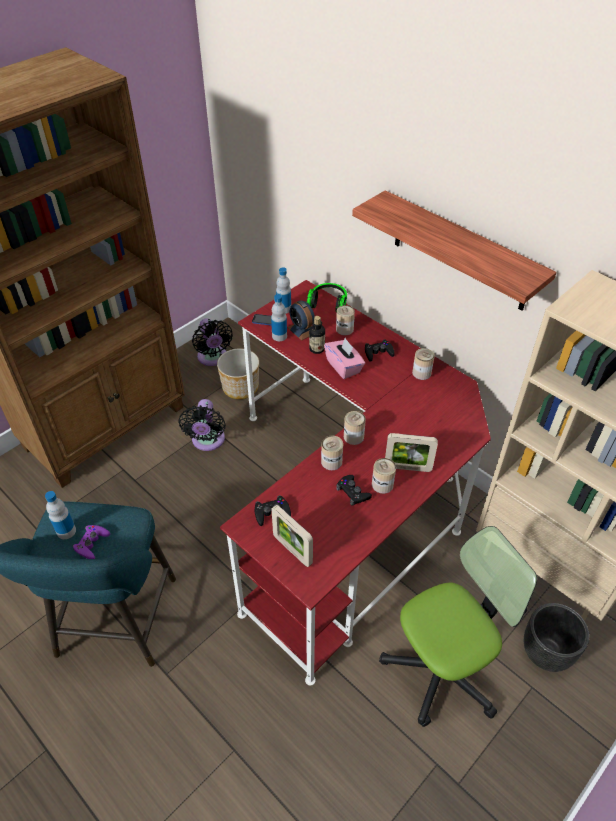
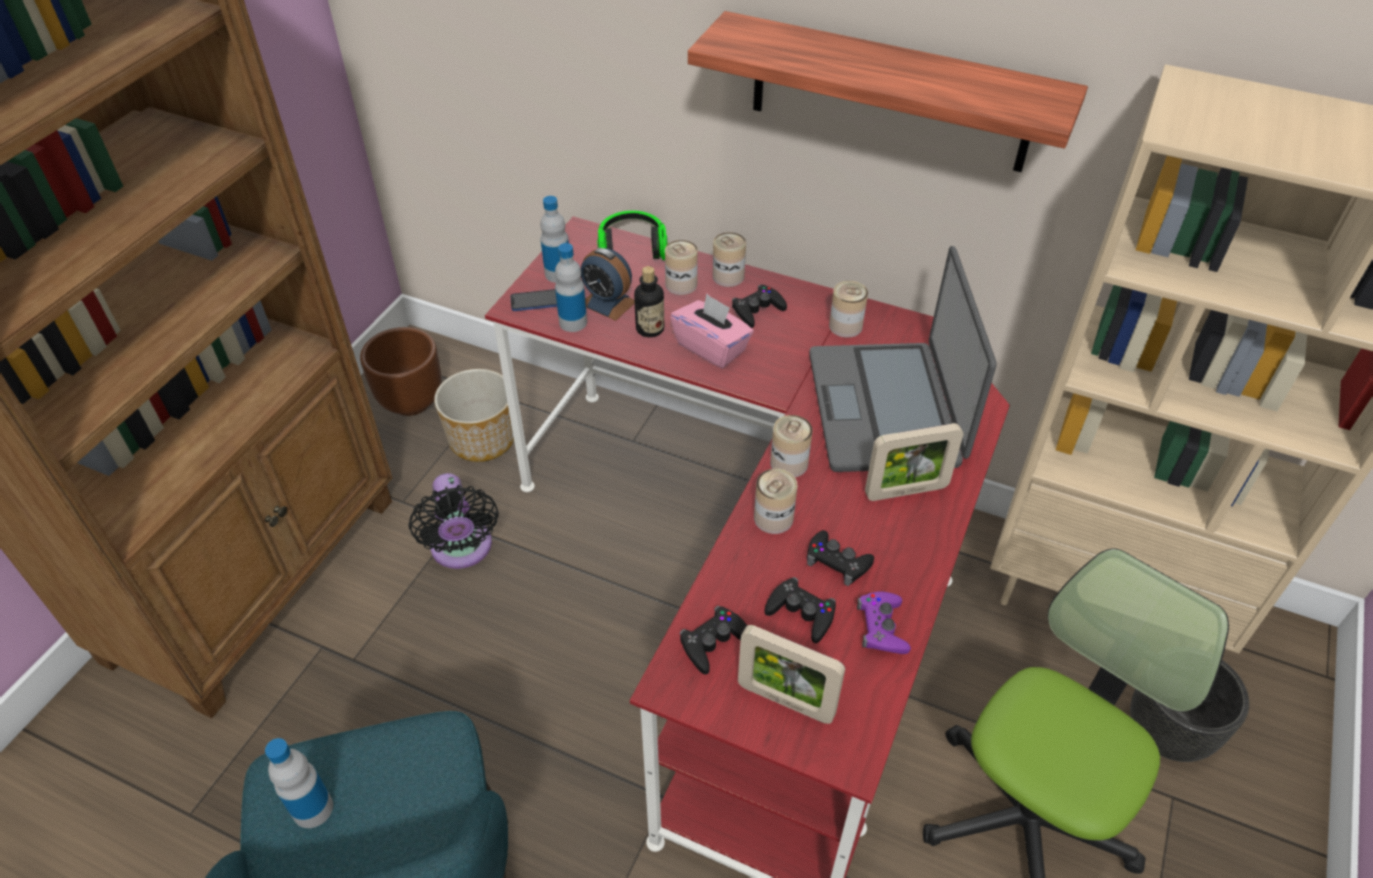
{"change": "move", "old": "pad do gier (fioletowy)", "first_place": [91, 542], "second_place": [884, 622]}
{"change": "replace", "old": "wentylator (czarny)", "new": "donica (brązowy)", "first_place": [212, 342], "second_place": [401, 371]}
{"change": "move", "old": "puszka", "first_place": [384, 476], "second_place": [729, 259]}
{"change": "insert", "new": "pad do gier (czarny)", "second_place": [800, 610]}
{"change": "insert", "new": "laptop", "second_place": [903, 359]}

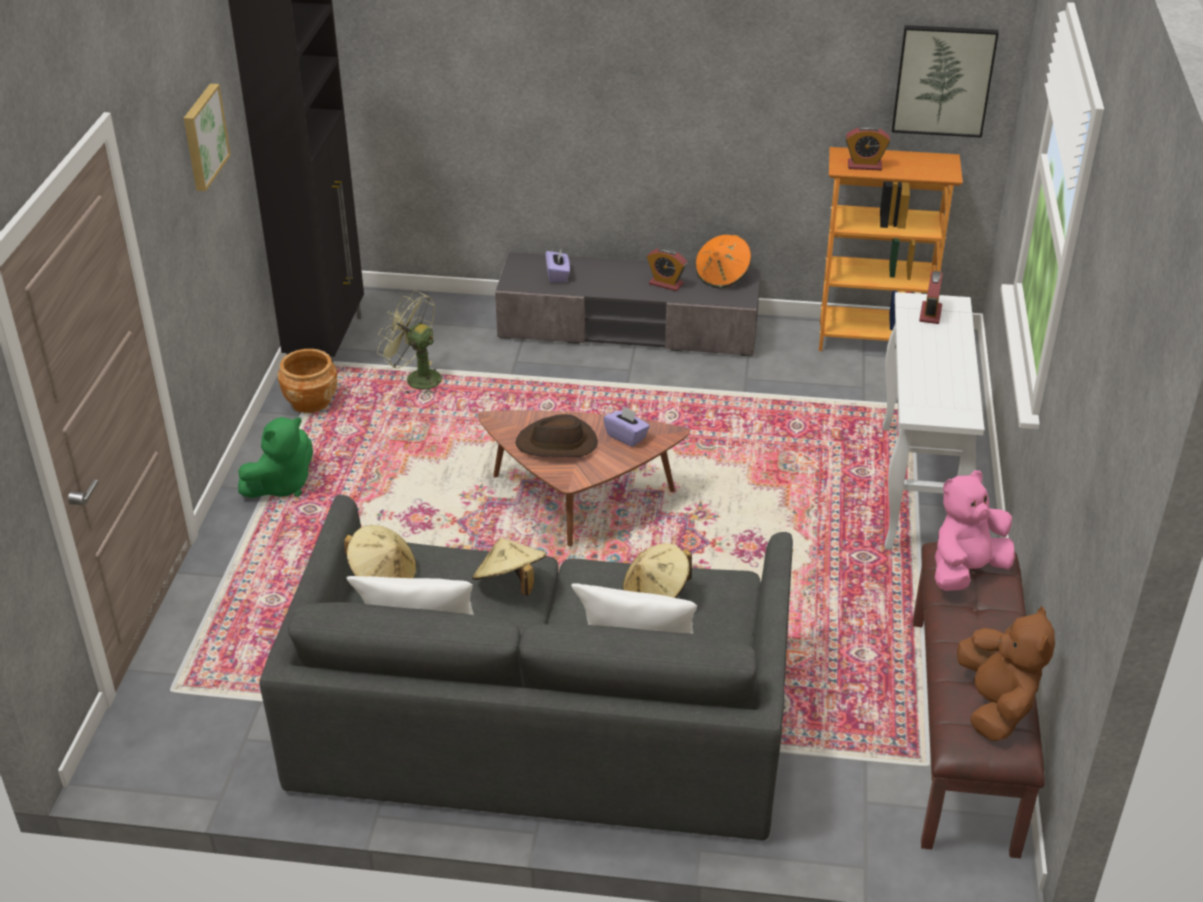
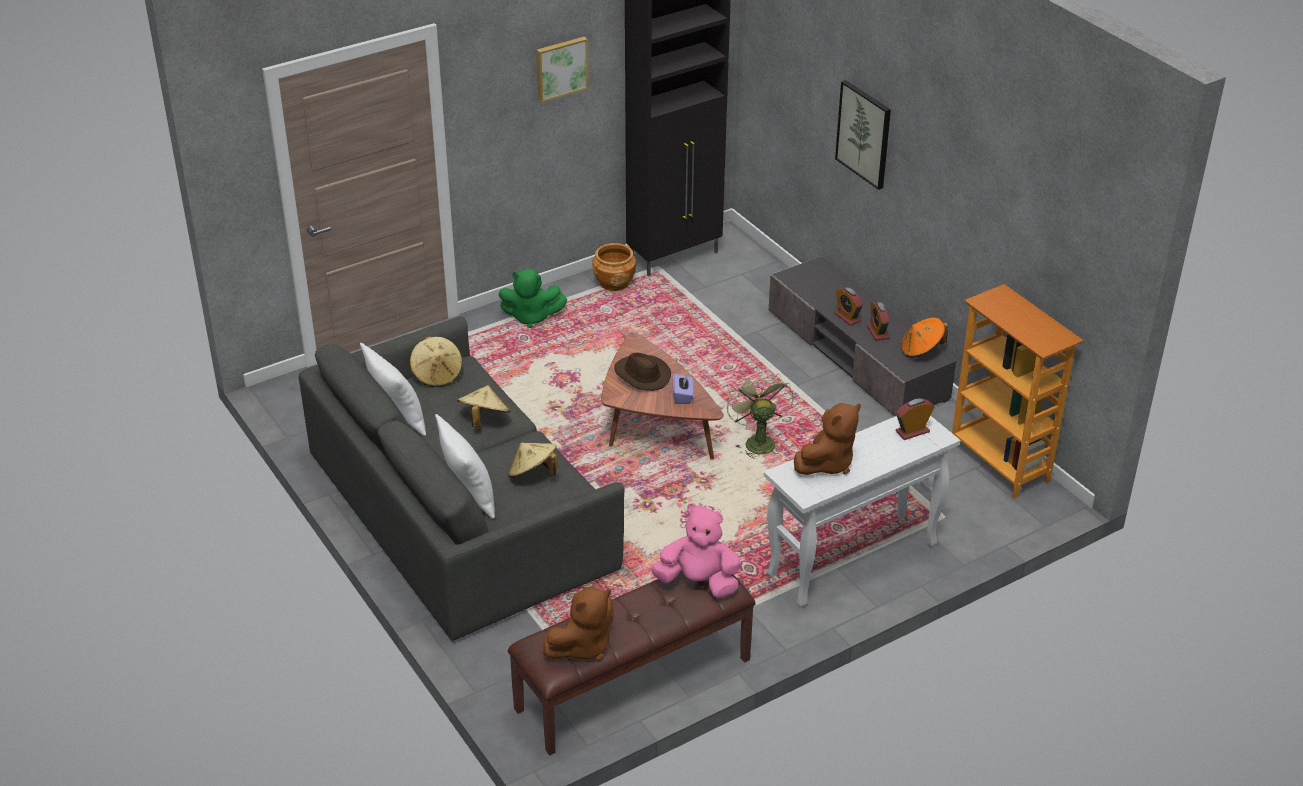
{"change": "move", "old": "wentylator (zielony)", "first_place": [409, 344], "second_place": [760, 415]}
{"change": "delete", "old": "pudełko chusteczek (fioletowy)", "first_place": [558, 266]}
{"change": "move", "old": "budzik", "first_place": [868, 148], "second_place": [848, 306]}
{"change": "move", "old": "obraz", "first_place": [945, 81], "second_place": [863, 135]}
{"change": "insert", "new": "pluszak (brązowy)", "second_place": [827, 439]}

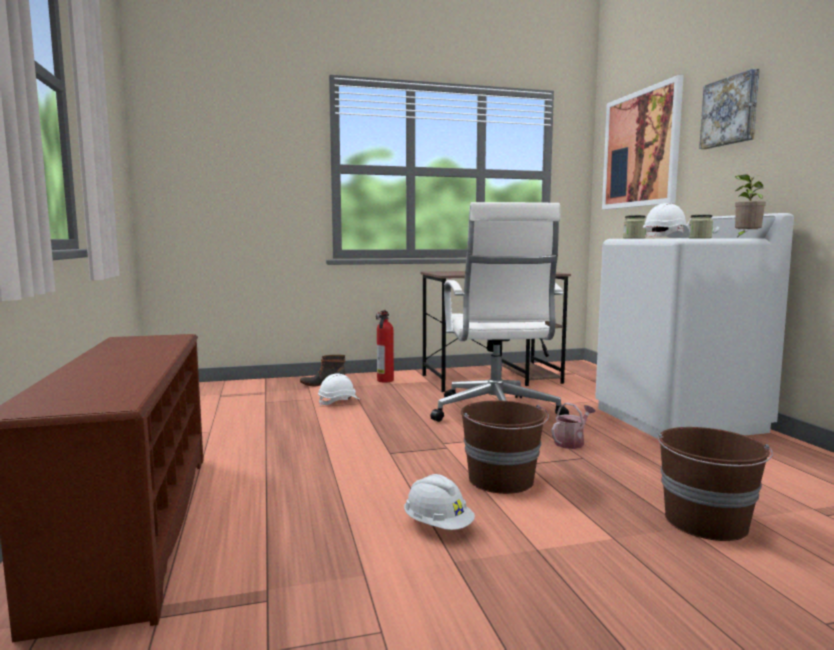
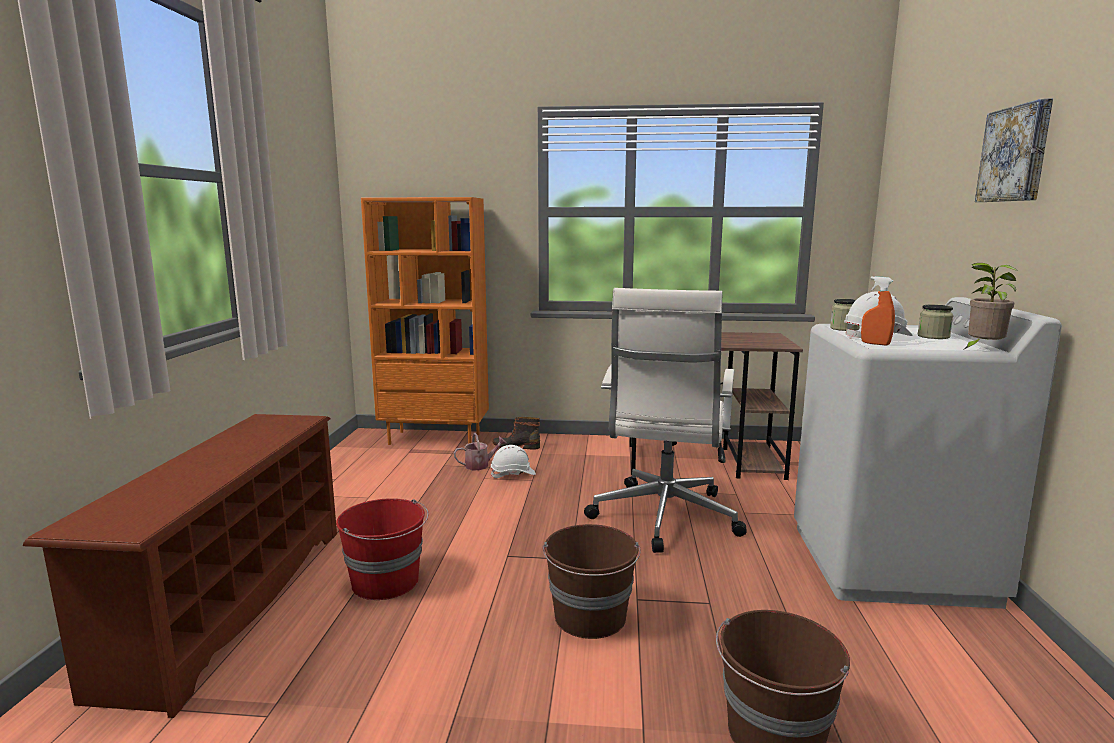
{"change": "delete", "old": "gaśnica", "first_place": [385, 346]}
{"change": "delete", "old": "kask (biały)", "first_place": [439, 502]}
{"change": "move", "old": "konewka", "first_place": [573, 426], "second_place": [480, 451]}
{"change": "delete", "old": "obraz", "first_place": [643, 142]}
{"change": "insert", "new": "wiadro (czerwony)", "second_place": [382, 549]}
{"change": "insert", "new": "regał (pomarańczowy)", "second_place": [425, 321]}
{"change": "insert", "new": "spryskiwacz (pomarańczowy)", "second_place": [878, 310]}

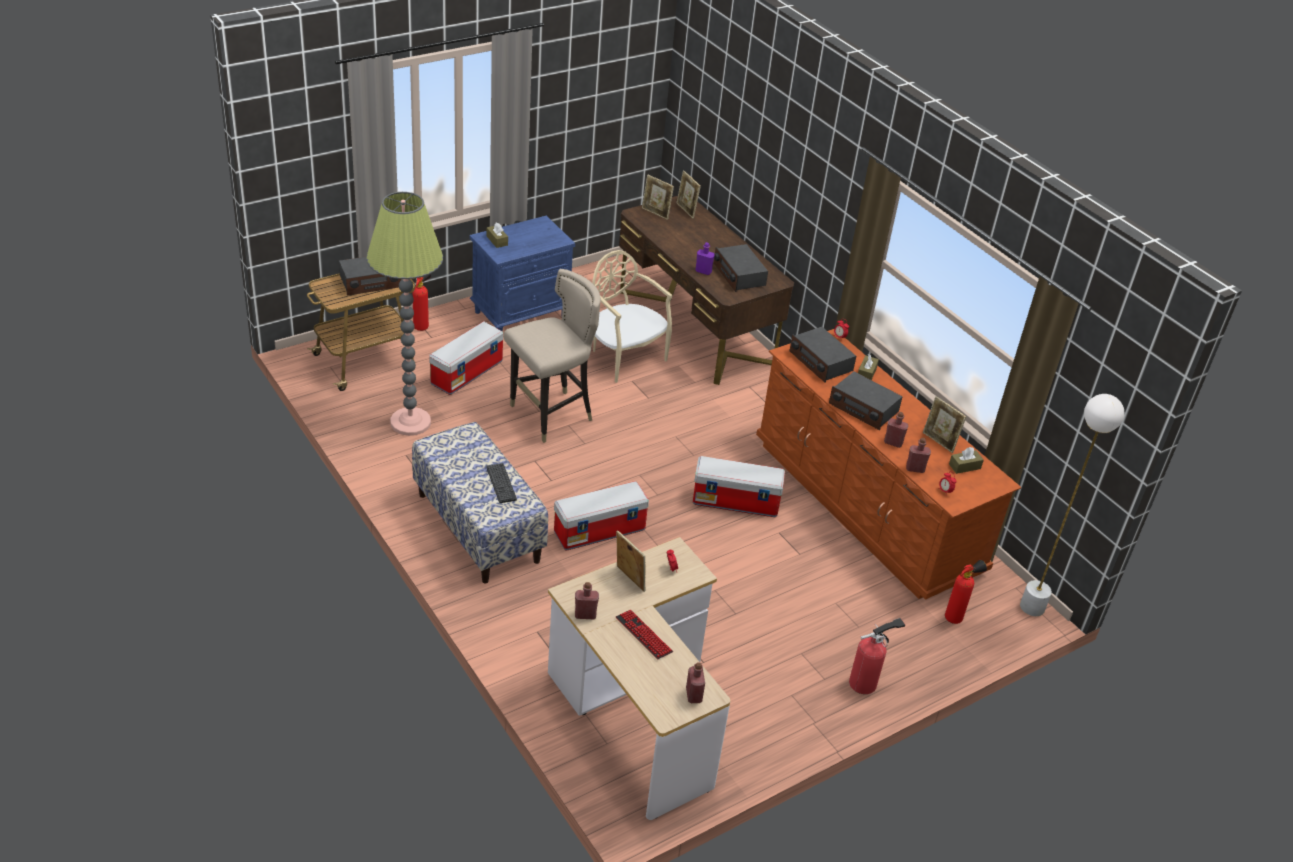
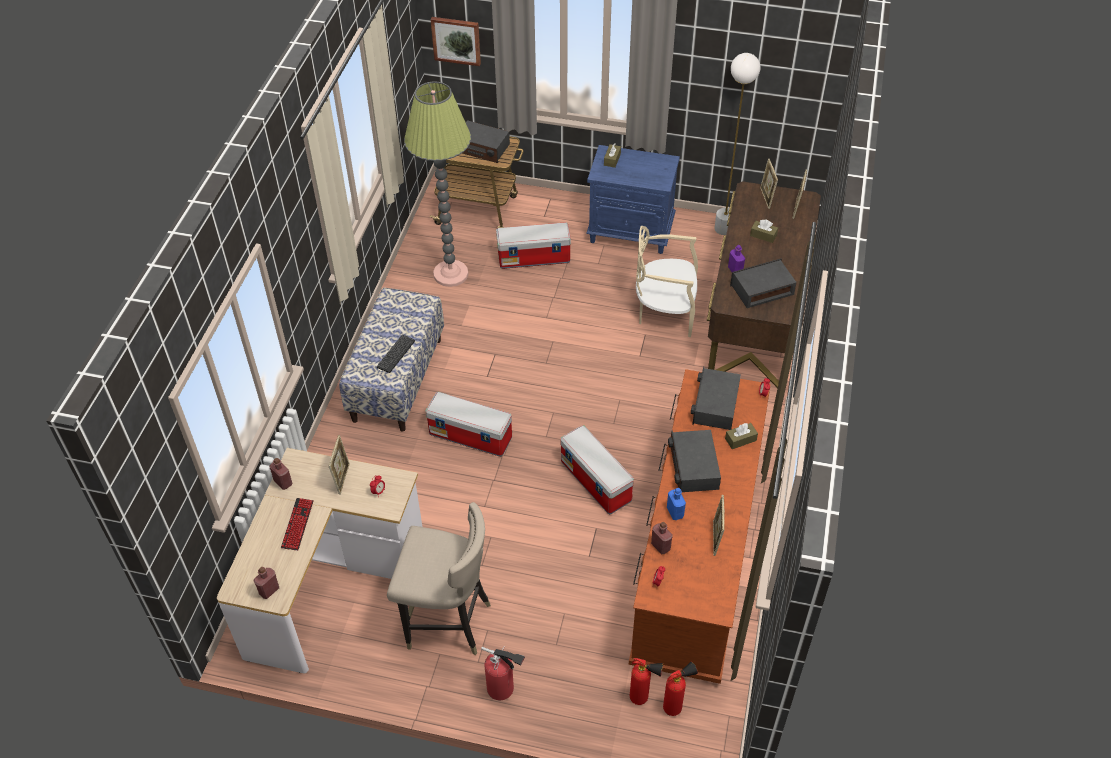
{"change": "move", "old": "gaśnica", "first_place": [421, 302], "second_place": [680, 689]}
{"change": "move", "old": "stołek (beżowy)", "first_place": [552, 356], "second_place": [439, 578]}
{"change": "rotate", "old": "krzesło (beżowy)", "first_place": [632, 316], "second_place": [667, 281], "degrees": -90}
{"change": "rotate", "old": "radio", "first_place": [741, 268], "second_place": [763, 283], "degrees": 45}
{"change": "recolor", "old": "butelka (czerwony)", "new": "butelka (niebieski)", "first_place": [896, 430], "second_place": [676, 504]}
{"change": "move", "old": "pudełko chusteczek (brązowy)", "first_place": [966, 460], "second_place": [764, 231]}
{"change": "move", "old": "lampa stojąca (biały)", "first_place": [1072, 505], "second_place": [737, 144]}
{"change": "insert", "new": "obraz", "second_place": [456, 41]}

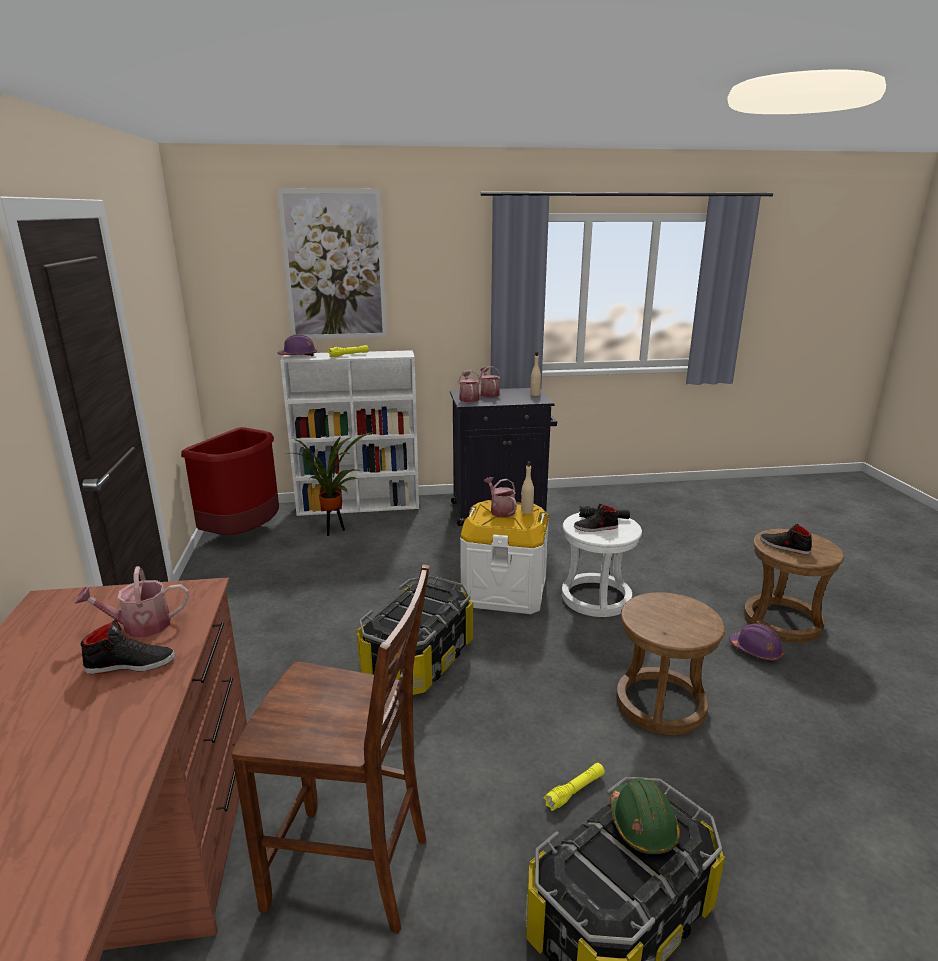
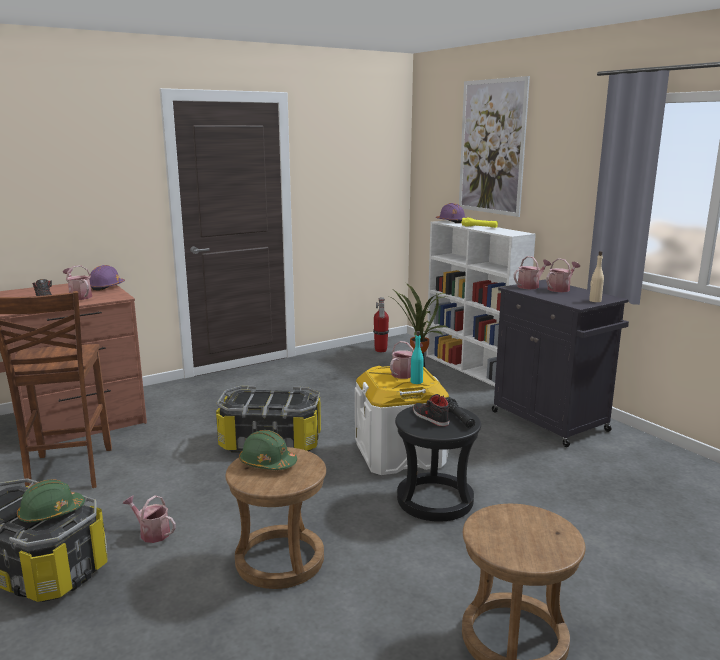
{"change": "replace", "old": "kosz na śmieci (czerwony)", "new": "gaśnica", "first_place": [230, 481], "second_place": [381, 324]}
{"change": "recolor", "old": "butelka (beżowy)", "new": "butelka (turkusowy)", "first_place": [527, 487], "second_place": [417, 357]}
{"change": "replace", "old": "latarka (żółty)", "new": "konewka", "first_place": [574, 787], "second_place": [149, 519]}
{"change": "recolor", "old": "stołek (biały)", "new": "stołek (czarny)", "first_place": [602, 564], "second_place": [438, 464]}
{"change": "move", "old": "kask (fioletowy)", "first_place": [756, 642], "second_place": [107, 278]}
{"change": "delete", "old": "but (czarny)", "first_place": [786, 539]}
{"change": "insert", "new": "kask (zielony)", "second_place": [268, 450]}

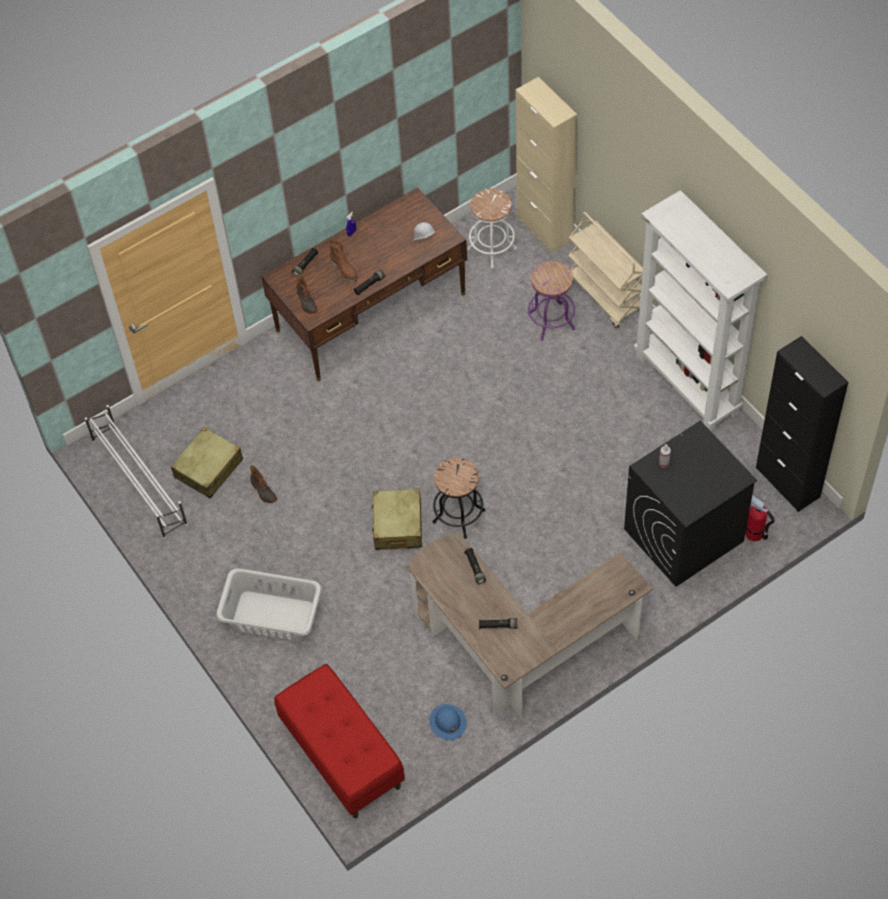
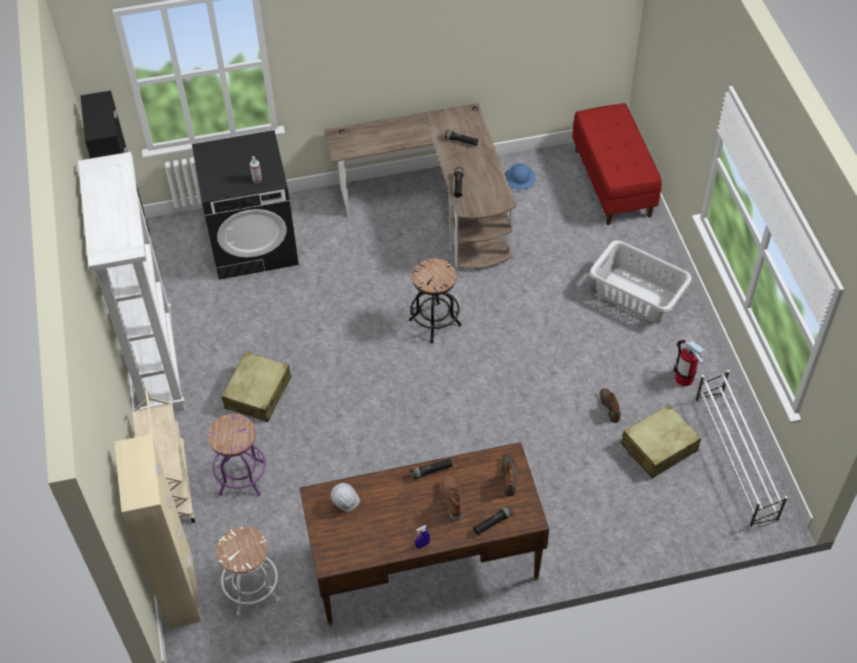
{"change": "move", "old": "walizka (beżowy)", "first_place": [396, 519], "second_place": [256, 387]}
{"change": "move", "old": "gaśnica", "first_place": [760, 517], "second_place": [689, 363]}

